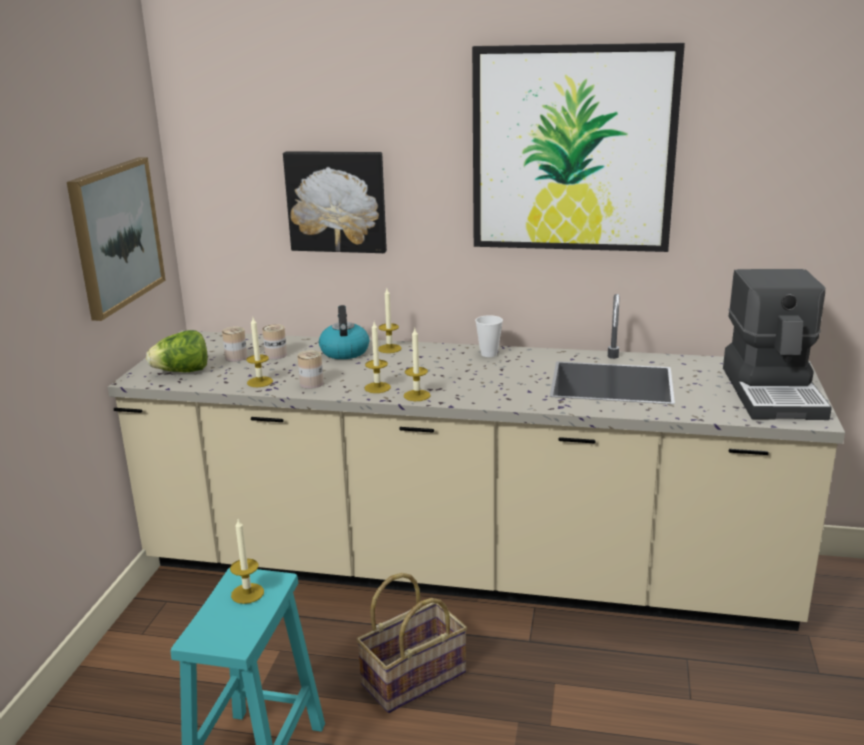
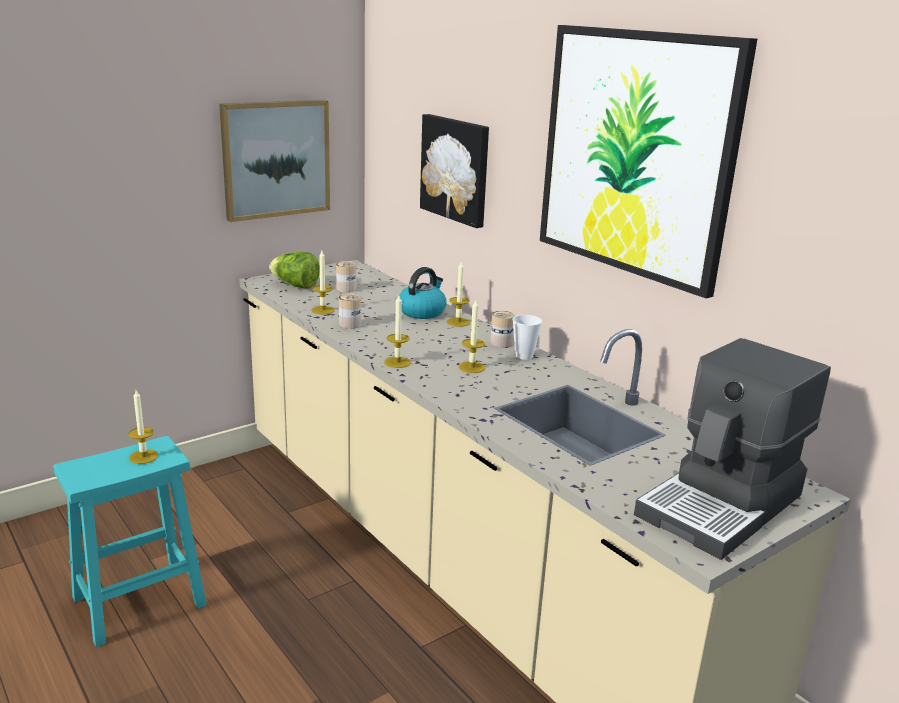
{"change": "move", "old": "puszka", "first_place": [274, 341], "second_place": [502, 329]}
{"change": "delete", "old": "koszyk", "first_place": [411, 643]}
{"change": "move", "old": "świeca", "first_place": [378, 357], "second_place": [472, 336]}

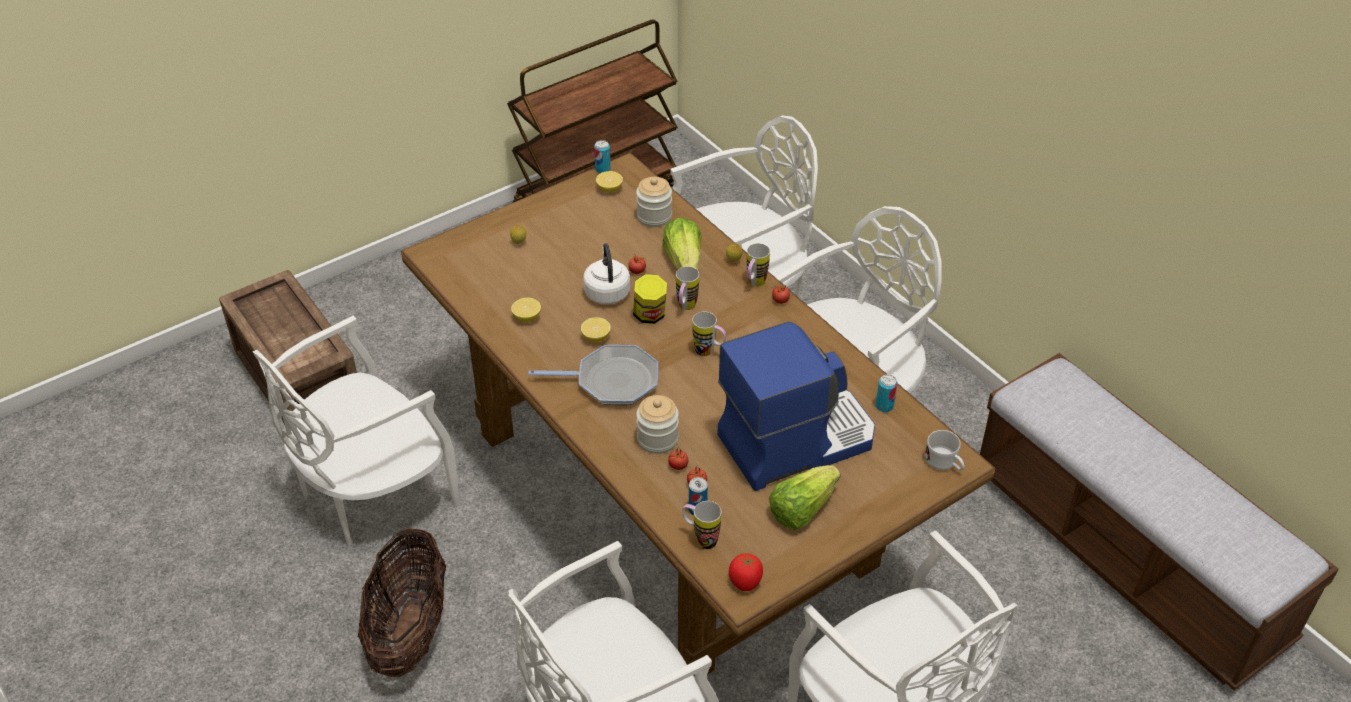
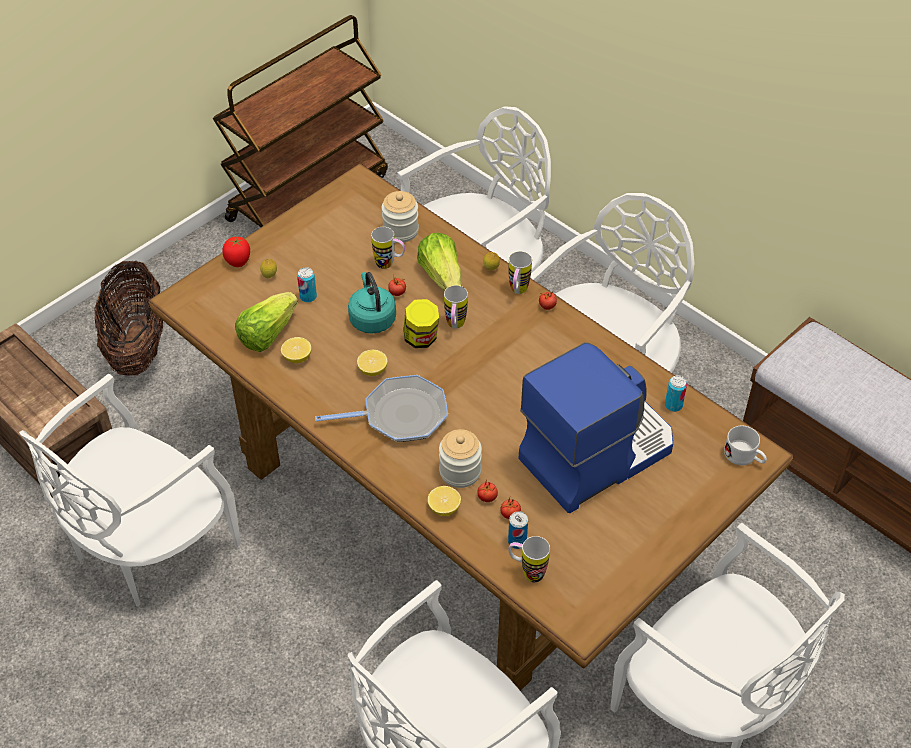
{"change": "move", "old": "koszyk", "first_place": [402, 602], "second_place": [128, 318]}
{"change": "recolor", "old": "czajnik (biały)", "new": "czajnik (turkusowy)", "first_place": [606, 273], "second_place": [372, 303]}
{"change": "move", "old": "puszka", "first_place": [602, 156], "second_place": [307, 285]}
{"change": "move", "old": "cytryna", "first_place": [609, 182], "second_place": [444, 501]}
{"change": "move", "old": "kubek", "first_place": [709, 334], "second_place": [388, 248]}
{"change": "move", "old": "pomidor", "first_place": [746, 572], "second_place": [236, 252]}
{"change": "move", "old": "sałata", "first_place": [805, 497], "second_place": [266, 322]}

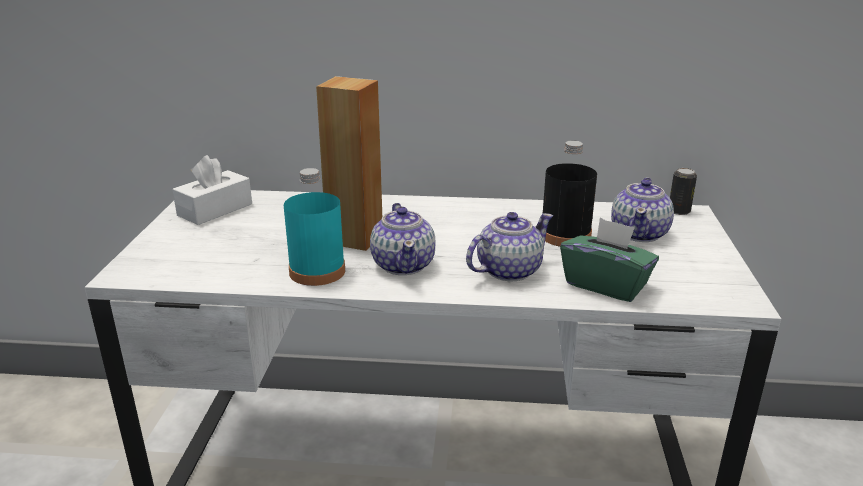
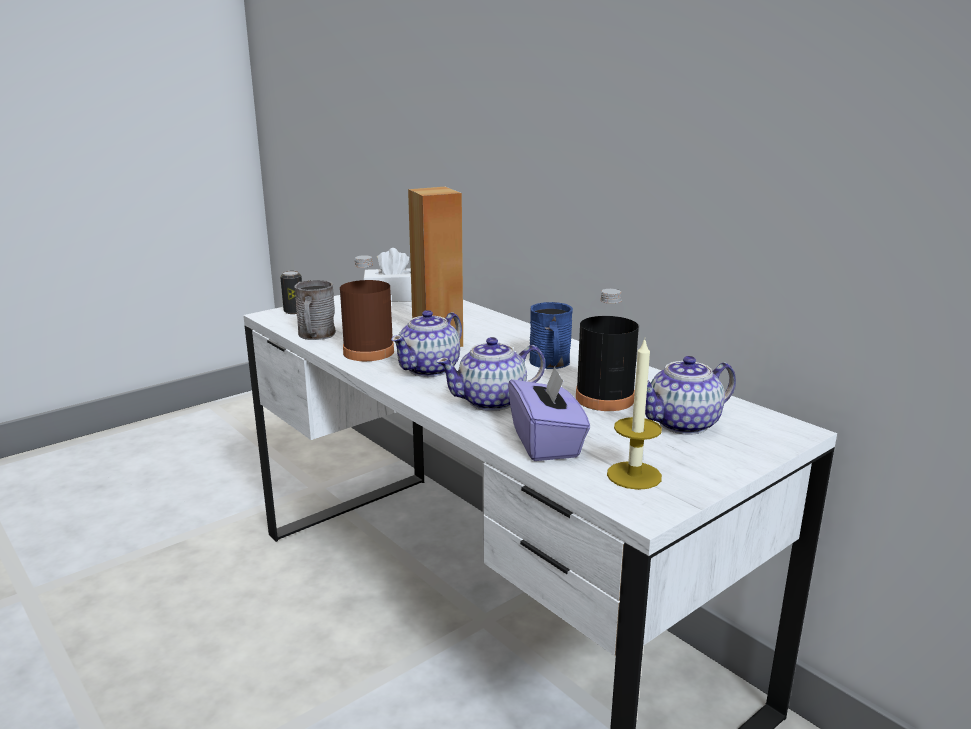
{"change": "recolor", "old": "butelka (turkusowy)", "new": "butelka (brązowy)", "first_place": [314, 227], "second_place": [367, 308]}
{"change": "rotate", "old": "imbryk", "first_place": [509, 246], "second_place": [490, 374], "degrees": 150}
{"change": "recolor", "old": "pudełko chusteczek (zielony)", "new": "pudełko chusteczek (fioletowy)", "first_place": [609, 260], "second_place": [549, 413]}
{"change": "move", "old": "puszka", "first_place": [683, 191], "second_place": [291, 292]}
{"change": "insert", "new": "kubek (szary)", "second_place": [315, 310]}
{"change": "insert", "new": "kubek (niebieski)", "second_place": [551, 335]}
{"change": "insert", "new": "świeca", "second_place": [634, 414]}

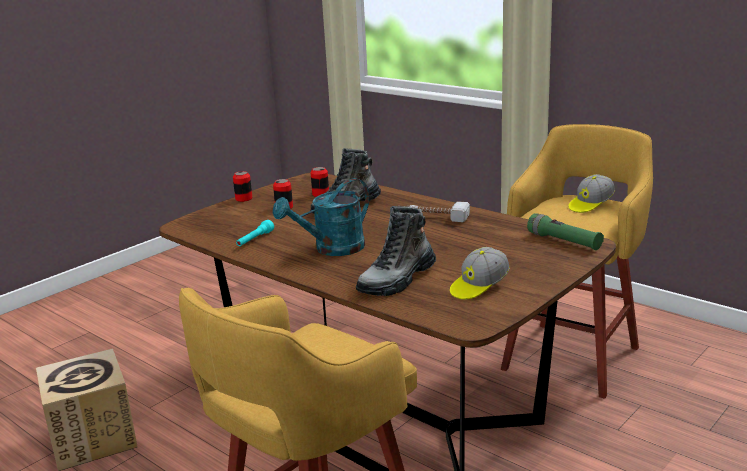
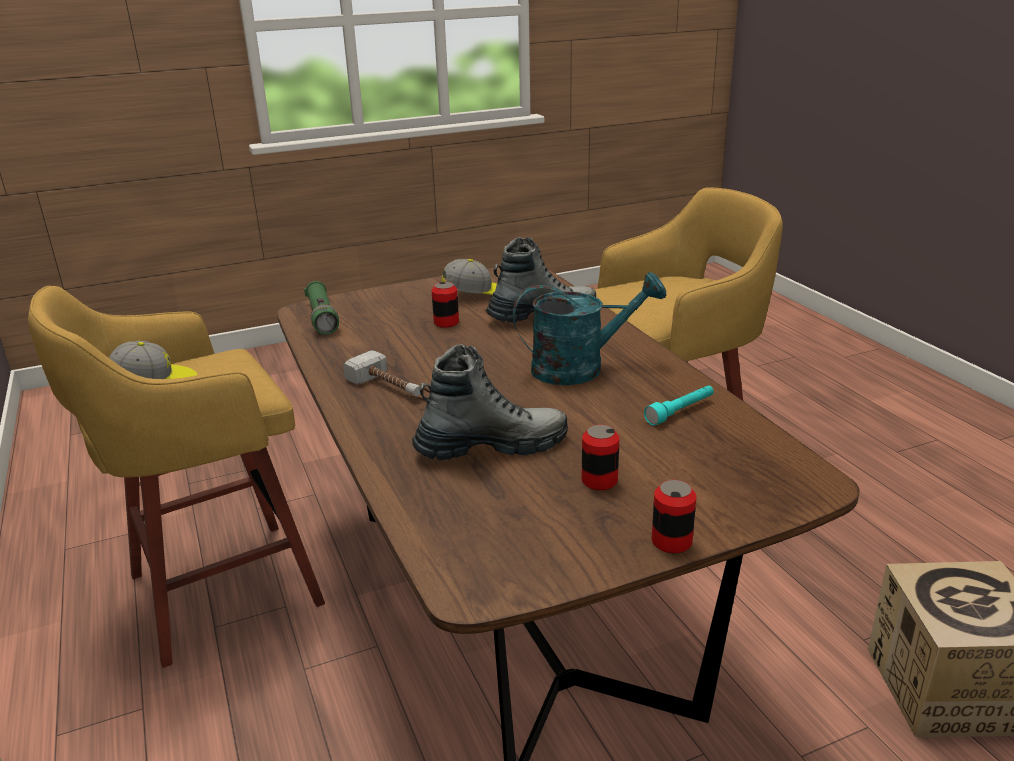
{"change": "move", "old": "puszka", "first_place": [319, 182], "second_place": [445, 305]}

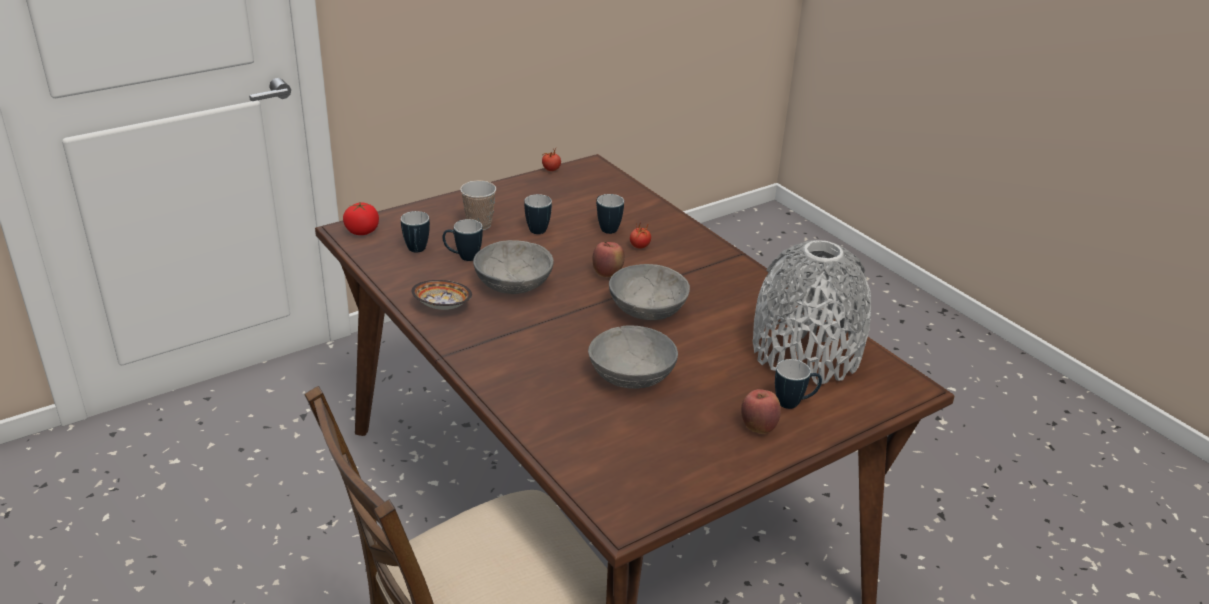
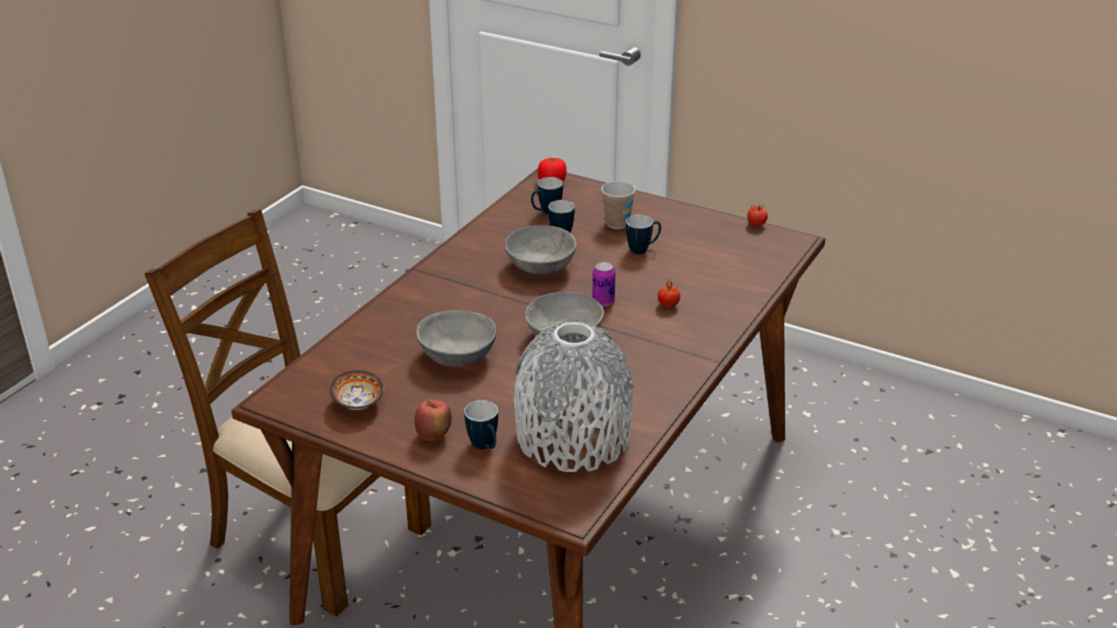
{"change": "move", "old": "miska", "first_place": [441, 295], "second_place": [357, 390]}
{"change": "replace", "old": "jabłko", "new": "puszka", "first_place": [608, 259], "second_place": [603, 284]}
{"change": "delete", "old": "kubek", "first_place": [610, 214]}

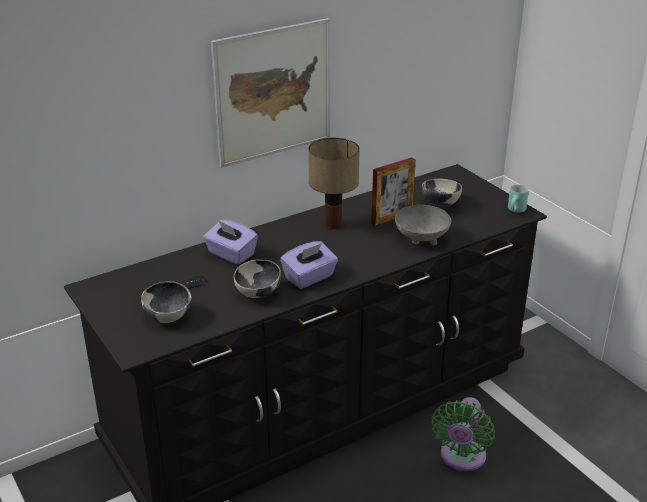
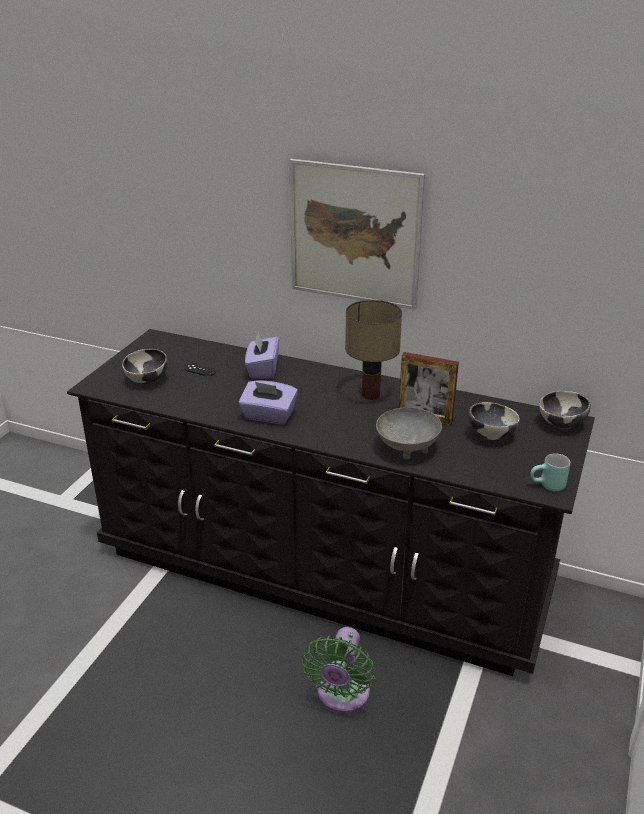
{"change": "move", "old": "miska", "first_place": [257, 279], "second_place": [565, 410]}
{"change": "rotate", "old": "wentylator (zielony)", "first_place": [463, 434], "second_place": [338, 670], "degrees": -60}

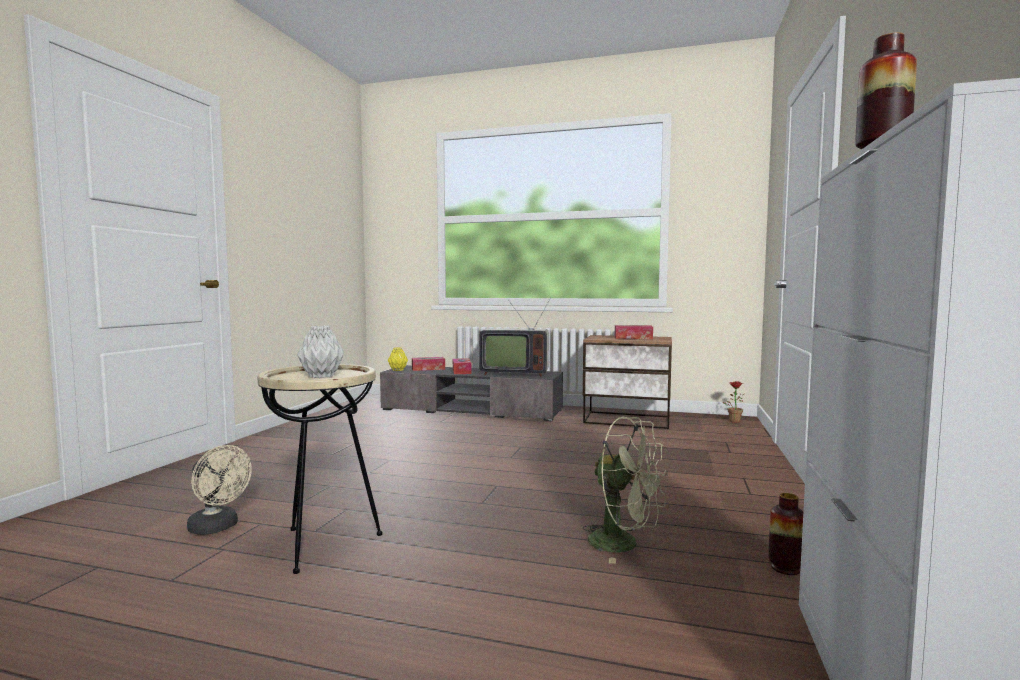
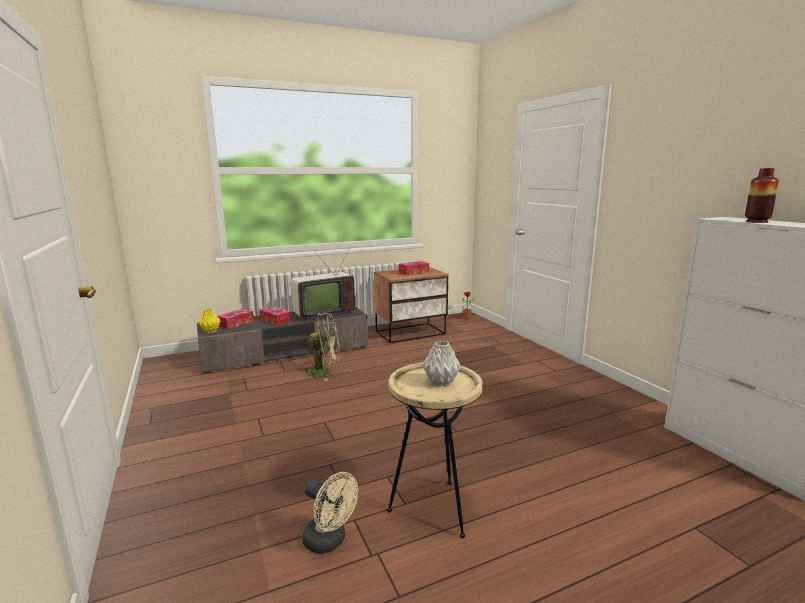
{"change": "rotate", "old": "wentylator (beżowy)", "first_place": [219, 490], "second_place": [330, 513], "degrees": 45}
{"change": "move", "old": "wentylator (zielony)", "first_place": [625, 490], "second_place": [320, 347]}
{"change": "delete", "old": "wazon", "first_place": [786, 534]}

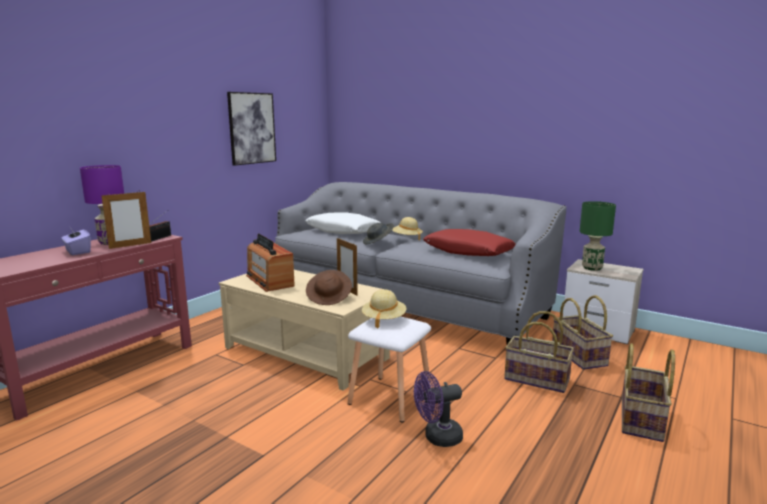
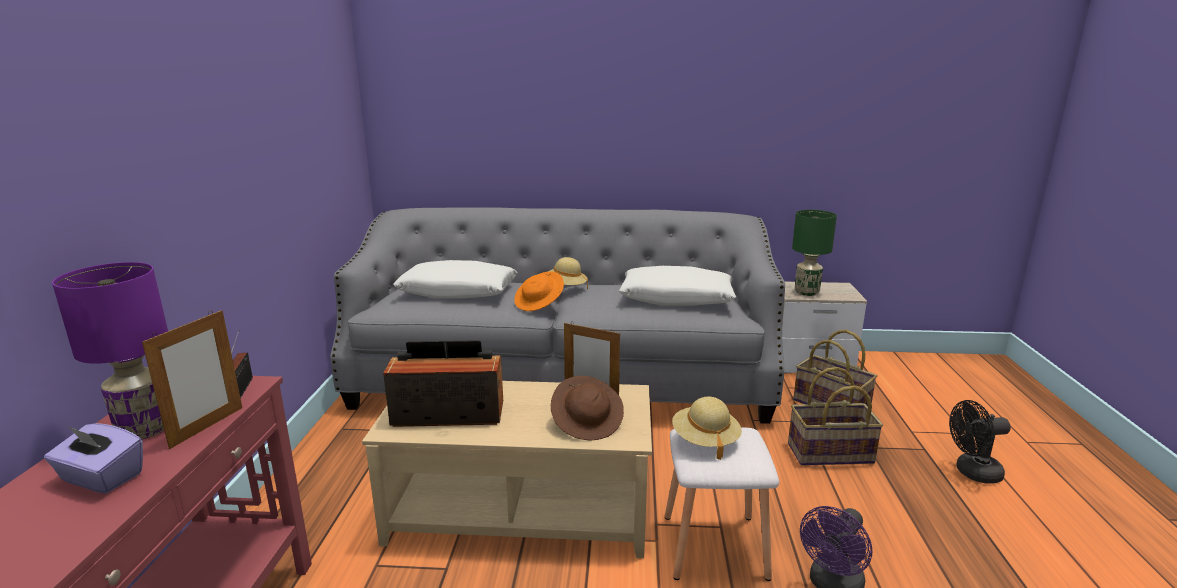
{"change": "delete", "old": "obraz", "first_place": [251, 129]}
{"change": "rotate", "old": "radio", "first_place": [270, 262], "second_place": [443, 383], "degrees": 150}
{"change": "recolor", "old": "kapelusz (szary)", "new": "kapelusz (pomarańczowy)", "first_place": [378, 233], "second_place": [539, 291]}
{"change": "recolor", "old": "poduszka (czerwony)", "new": "poduszka (biały)", "first_place": [469, 242], "second_place": [677, 286]}
{"change": "replace", "old": "koszyk", "new": "wentylator (czarny)", "first_place": [648, 392], "second_place": [980, 441]}

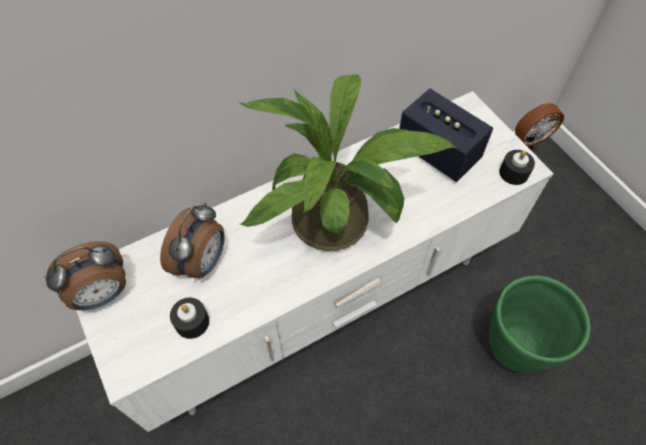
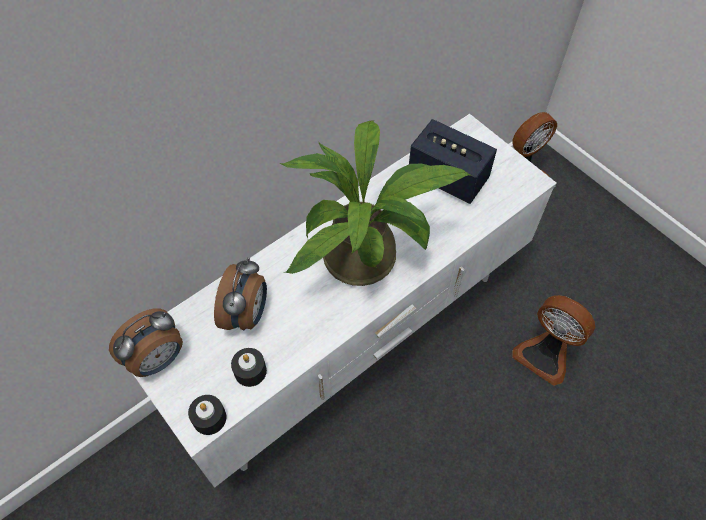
{"change": "replace", "old": "donica (zielony)", "new": "wentylator", "first_place": [540, 323], "second_place": [553, 340]}
{"change": "move", "old": "świeca (czarny)", "first_place": [517, 167], "second_place": [207, 415]}

